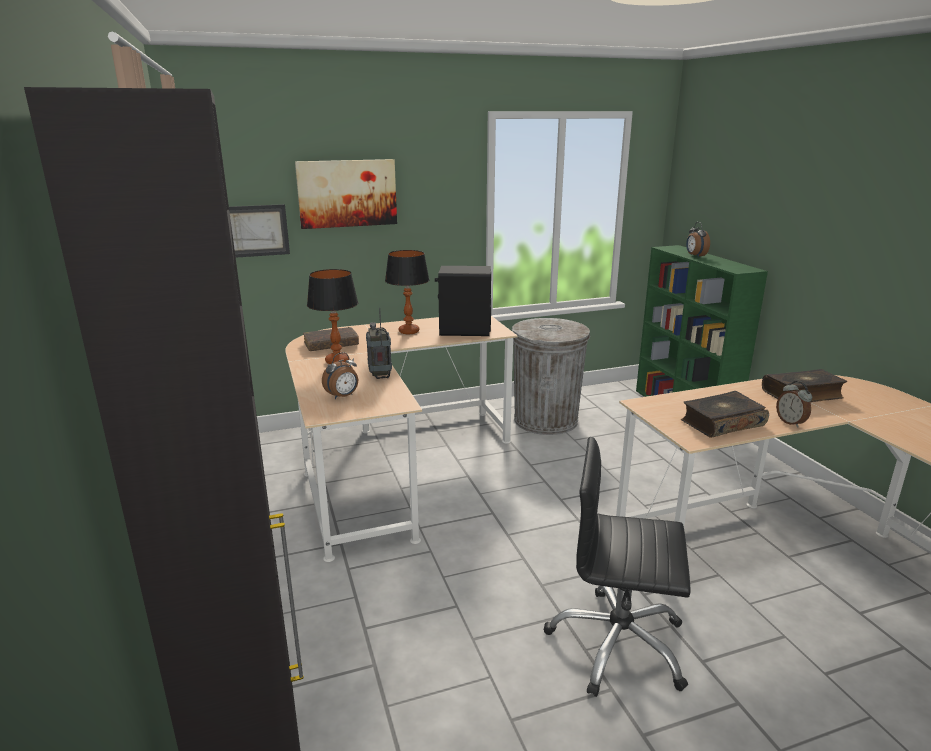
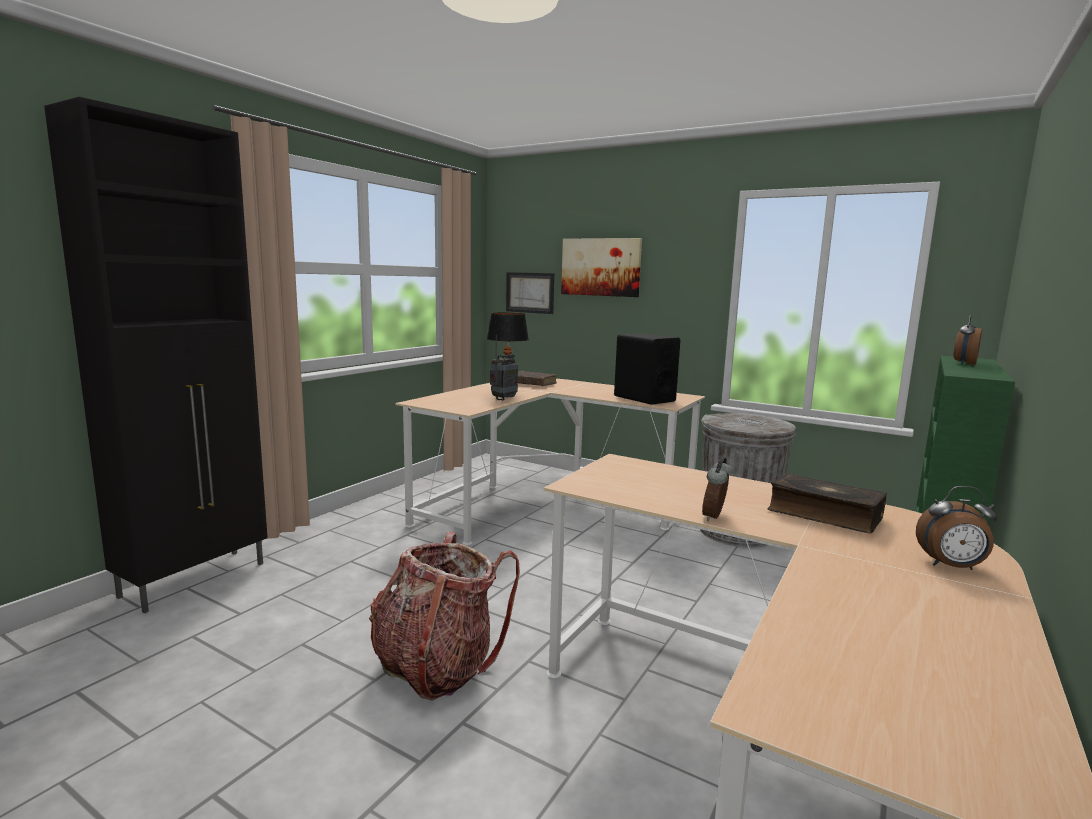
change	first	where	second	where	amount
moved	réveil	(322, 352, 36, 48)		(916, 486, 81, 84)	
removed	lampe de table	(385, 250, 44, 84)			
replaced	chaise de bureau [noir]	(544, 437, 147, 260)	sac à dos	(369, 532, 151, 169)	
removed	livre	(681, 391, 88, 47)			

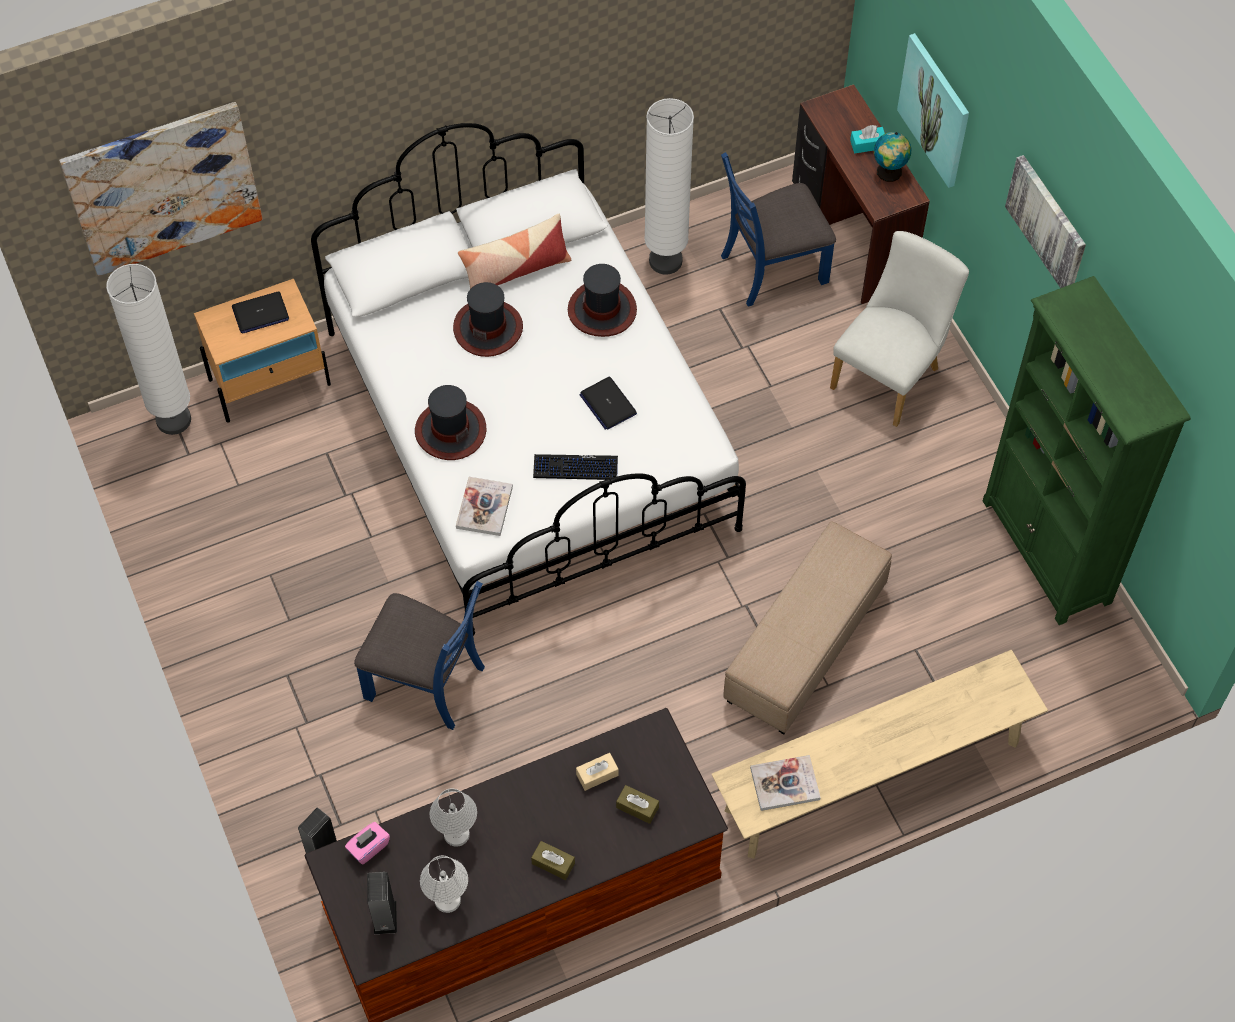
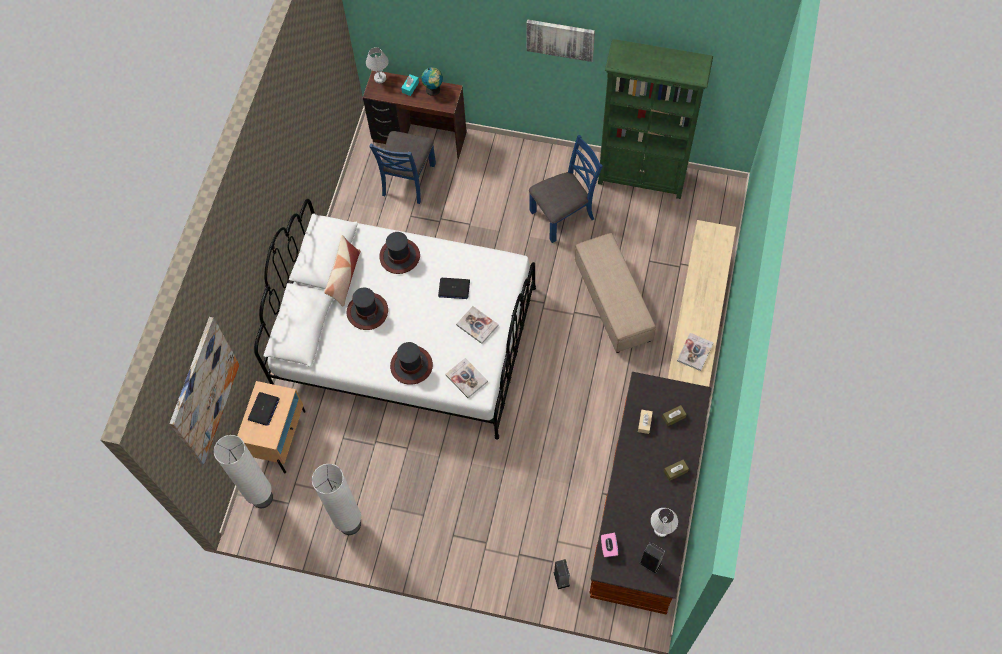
change	first	where	second	where	amount
moved	chaise [bleu]	(354, 581, 131, 149)		(529, 135, 74, 108)	
moved	lampe de table [blanc]	(430, 788, 47, 59)		(366, 47, 23, 36)	
replaced	clavier	(533, 454, 85, 26)	livre	(456, 306, 43, 38)	
moved	lampadaire [blanc]	(644, 98, 50, 177)		(312, 464, 49, 71)	
removed	chaise [blanc]	(830, 231, 139, 196)			
removed	tableau	(897, 33, 72, 155)			

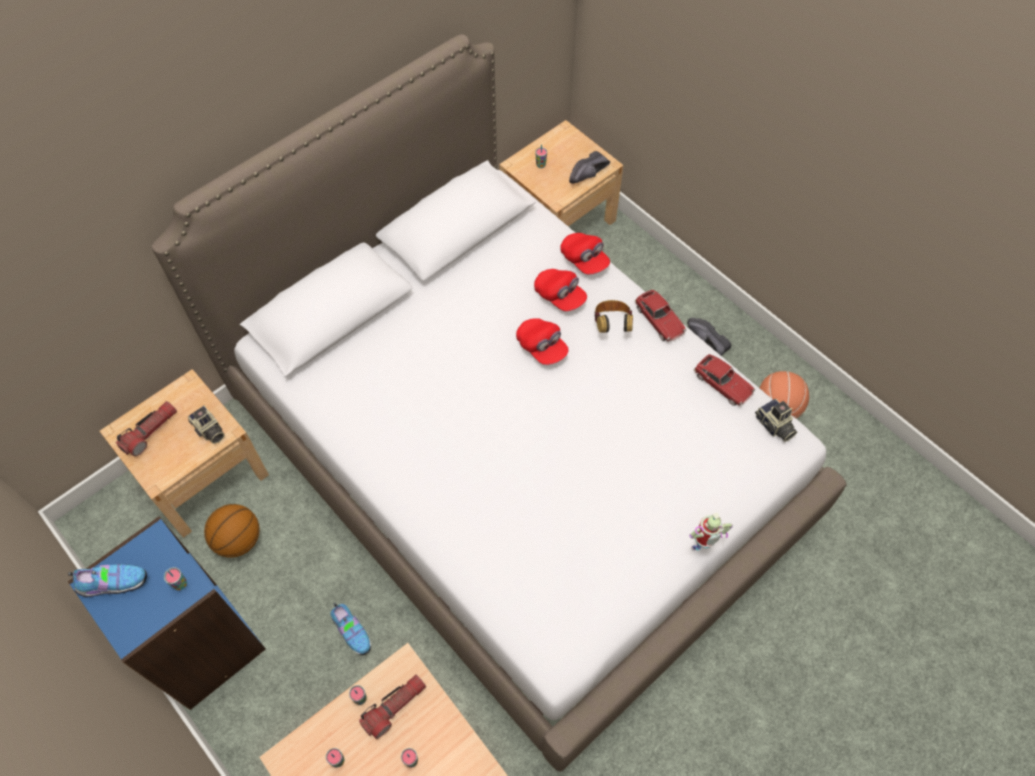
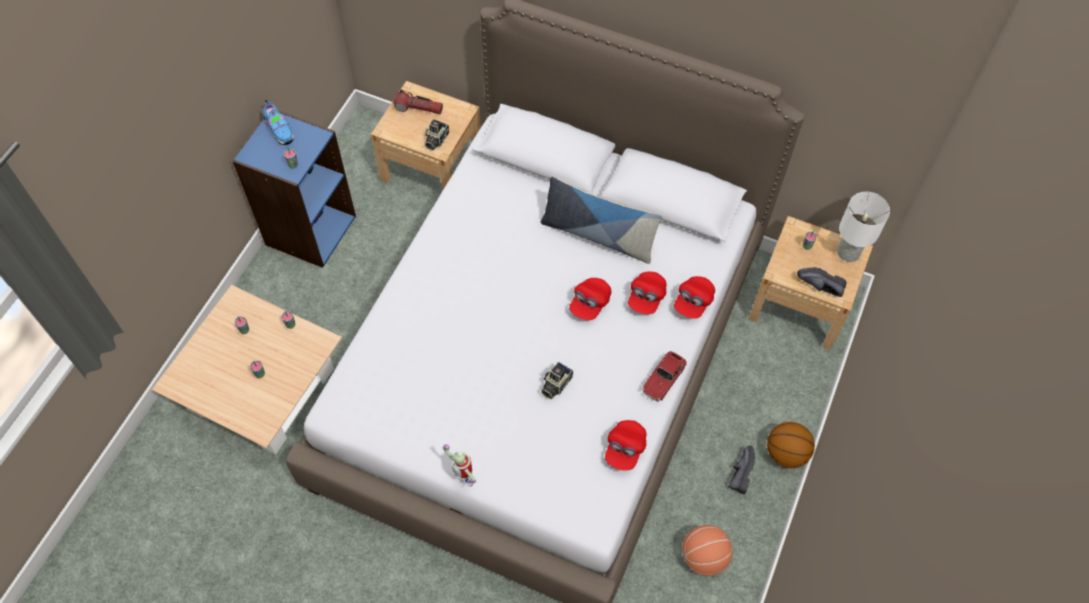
change	first	where	second	where	amount
moved	ballon de basket	(204, 504, 56, 54)		(767, 422, 48, 46)	
removed	chaussure	(331, 603, 40, 52)			
removed	lampe de poche	(359, 675, 67, 64)			
removed	casque audio	(594, 300, 39, 33)			
replaced	petite voiture	(694, 354, 61, 52)	casquette [rouge]	(605, 420, 42, 51)	
moved	appareil photo	(755, 399, 42, 43)		(541, 362, 32, 37)	
added			coussin	(541, 176, 121, 88)	
added			lampe de table [blanc]	(837, 192, 53, 70)	

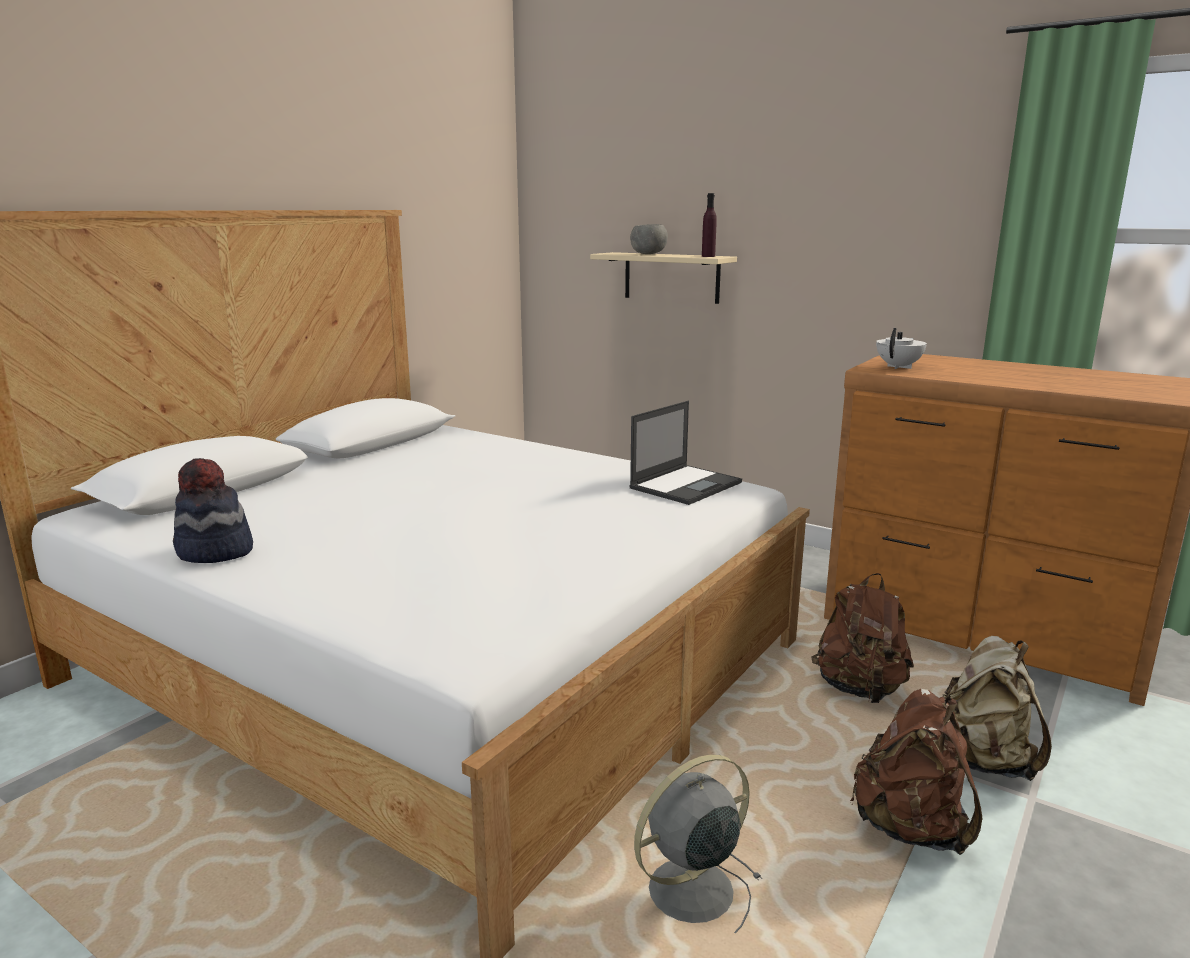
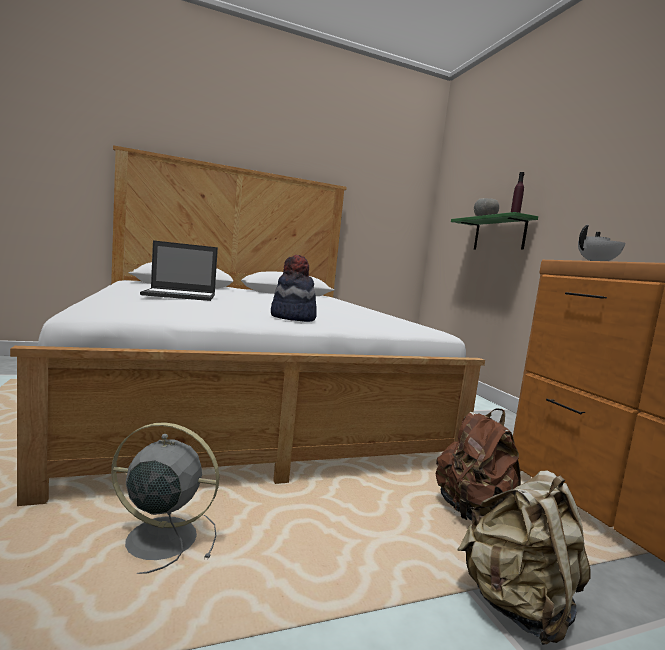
change	first	where	second	where	amount
moved	chapeau	(173, 458, 80, 105)		(271, 255, 46, 67)	
recoloured	étagère [beige]	(590, 252, 147, 52)	étagère [vert]	(451, 212, 87, 38)	
moved	ordinateur portable	(629, 401, 113, 104)		(140, 240, 78, 61)	
removed	sac à dos [marron]	(850, 689, 132, 166)			

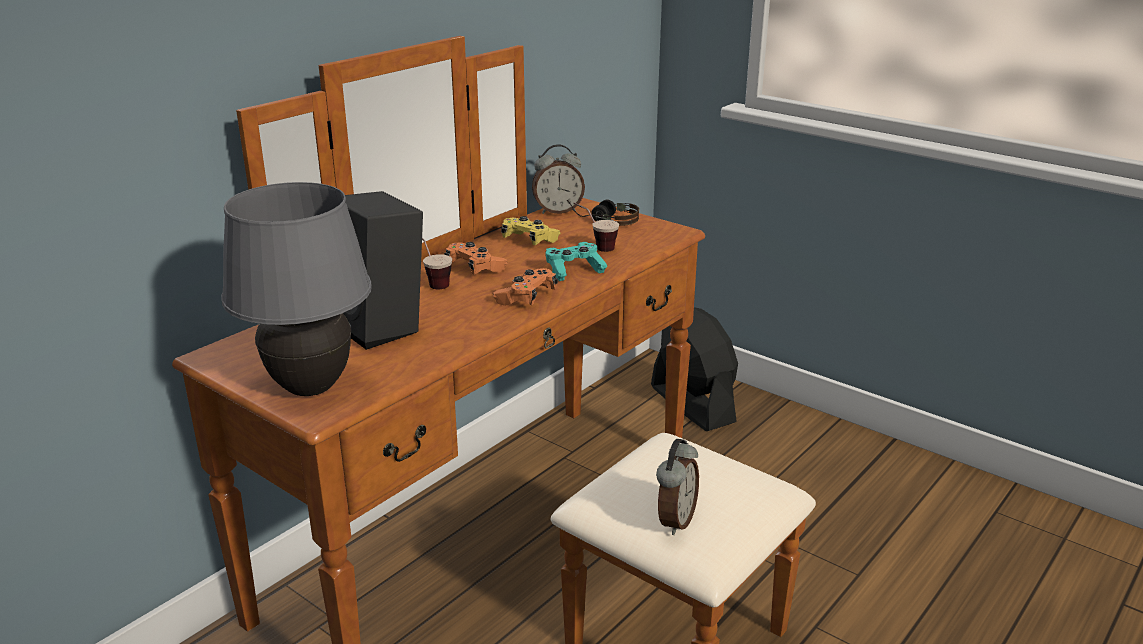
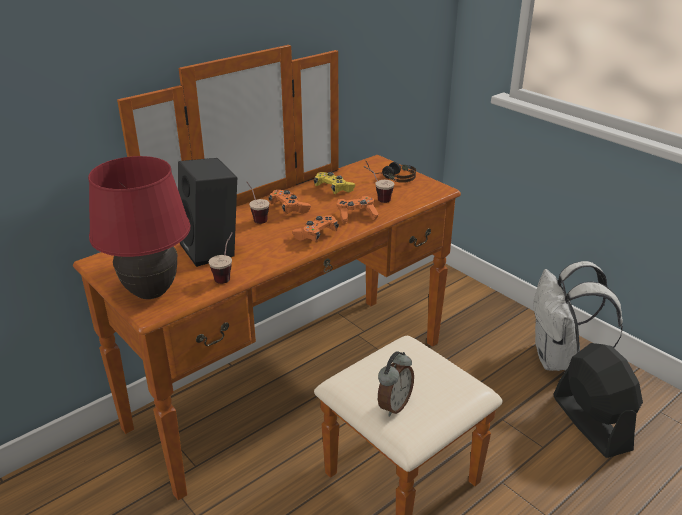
change	first	where	second	where	amount
recoloured	lampe de table [gris]	(221, 182, 151, 214)	lampe de table [rouge]	(88, 156, 102, 143)	
removed	réveil	(532, 144, 53, 70)			
recoloured	manette [turquoise]	(546, 242, 61, 39)	manette [orange]	(336, 196, 43, 28)	
moved	ventilateur [noir]	(651, 307, 87, 124)		(553, 343, 90, 115)	
added			tasse	(209, 233, 24, 51)	
added			sac à dos [blanc]	(533, 261, 90, 110)	

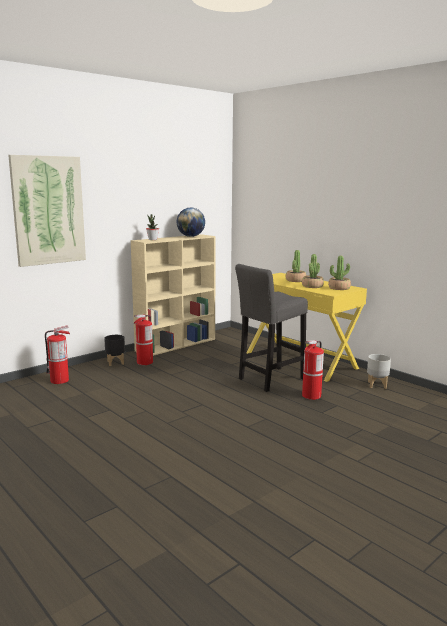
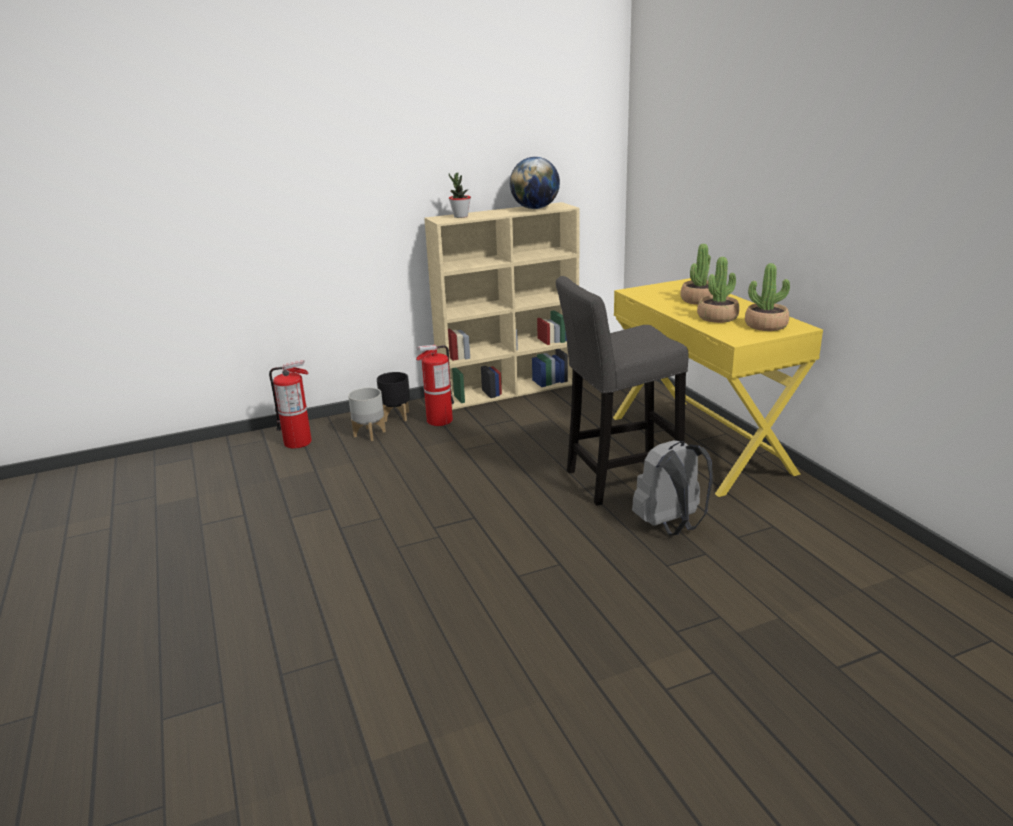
change	first	where	second	where	amount
removed	tableau	(8, 155, 78, 112)			
replaced	extincteur	(302, 340, 22, 60)	sac à dos [gris]	(632, 440, 81, 95)	
moved	cache-pot [gris]	(367, 354, 24, 35)		(348, 387, 38, 54)	

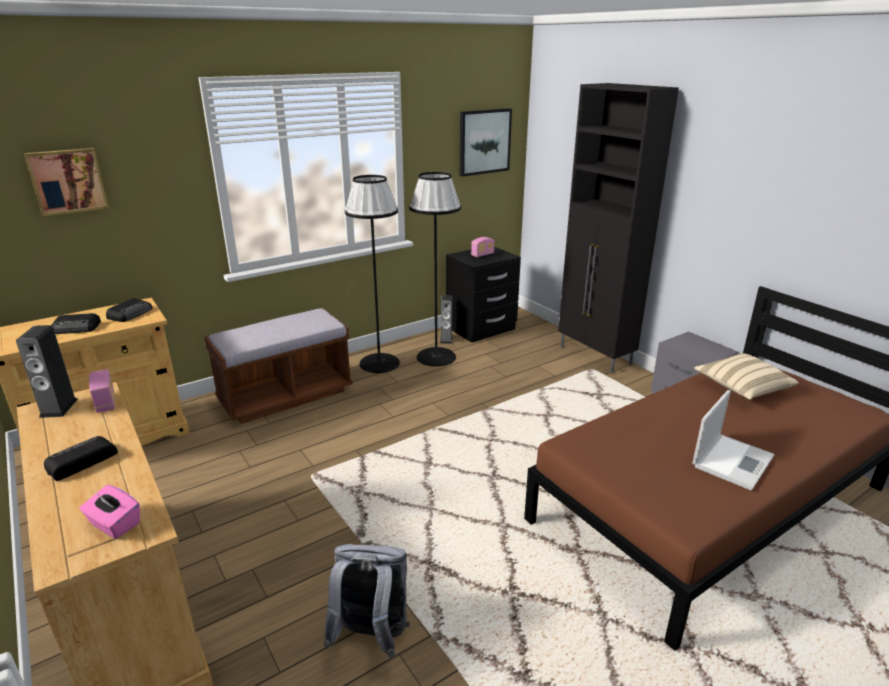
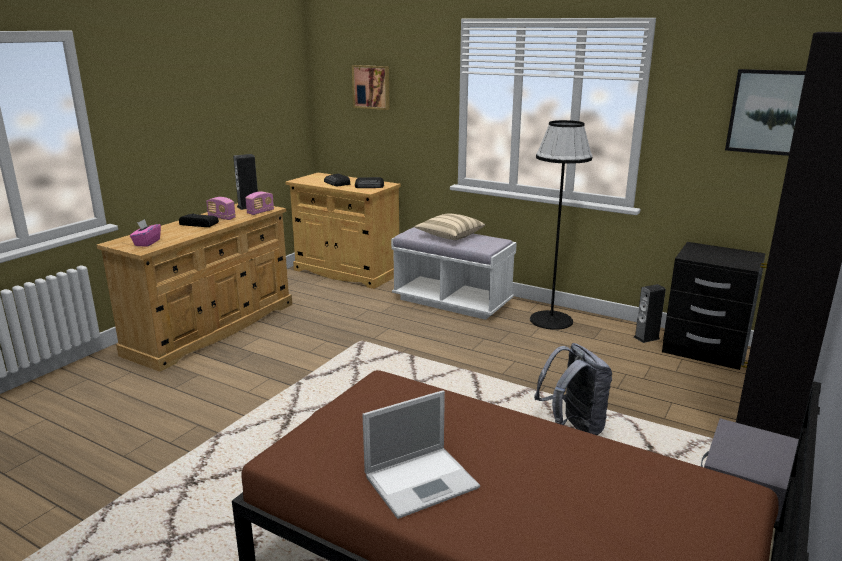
change	first	where	second	where	amount
recoloured	banc [marron]	(204, 308, 149, 116)	banc [blanc]	(391, 227, 126, 93)	
moved	sac à dos [gris]	(324, 544, 86, 114)		(534, 343, 78, 92)	
removed	lampadaire [noir]	(409, 172, 52, 195)			
moved	radio	(471, 237, 23, 20)		(206, 197, 30, 23)	
turned	ordinateur portable	(692, 390, 83, 100)		(362, 390, 118, 129)	45 degrees counterclockwise
moved	coussin [beige]	(694, 353, 105, 47)		(414, 214, 71, 26)	

